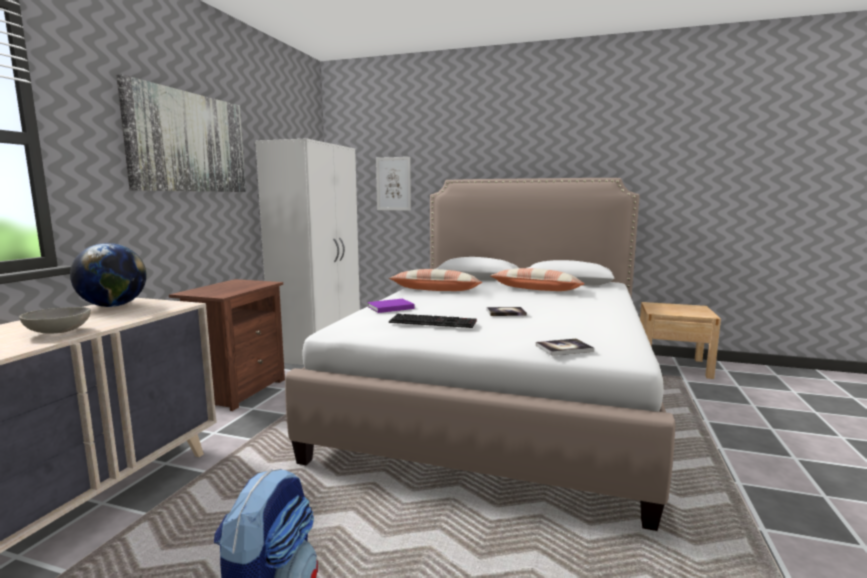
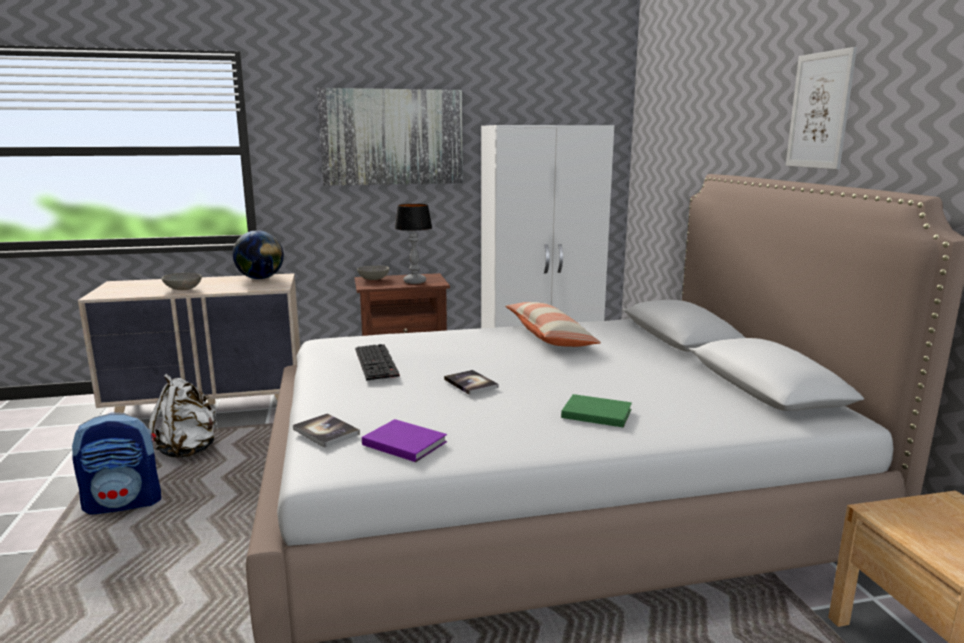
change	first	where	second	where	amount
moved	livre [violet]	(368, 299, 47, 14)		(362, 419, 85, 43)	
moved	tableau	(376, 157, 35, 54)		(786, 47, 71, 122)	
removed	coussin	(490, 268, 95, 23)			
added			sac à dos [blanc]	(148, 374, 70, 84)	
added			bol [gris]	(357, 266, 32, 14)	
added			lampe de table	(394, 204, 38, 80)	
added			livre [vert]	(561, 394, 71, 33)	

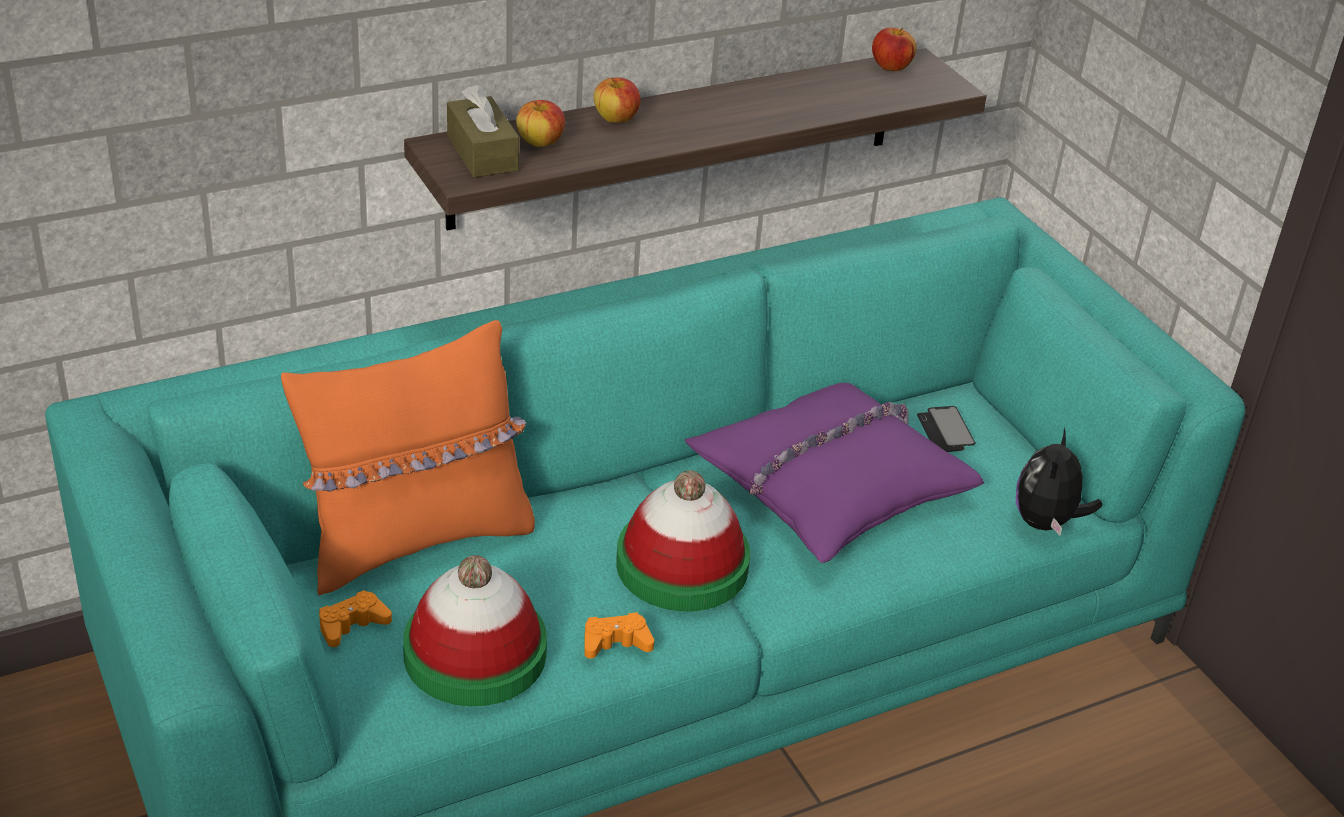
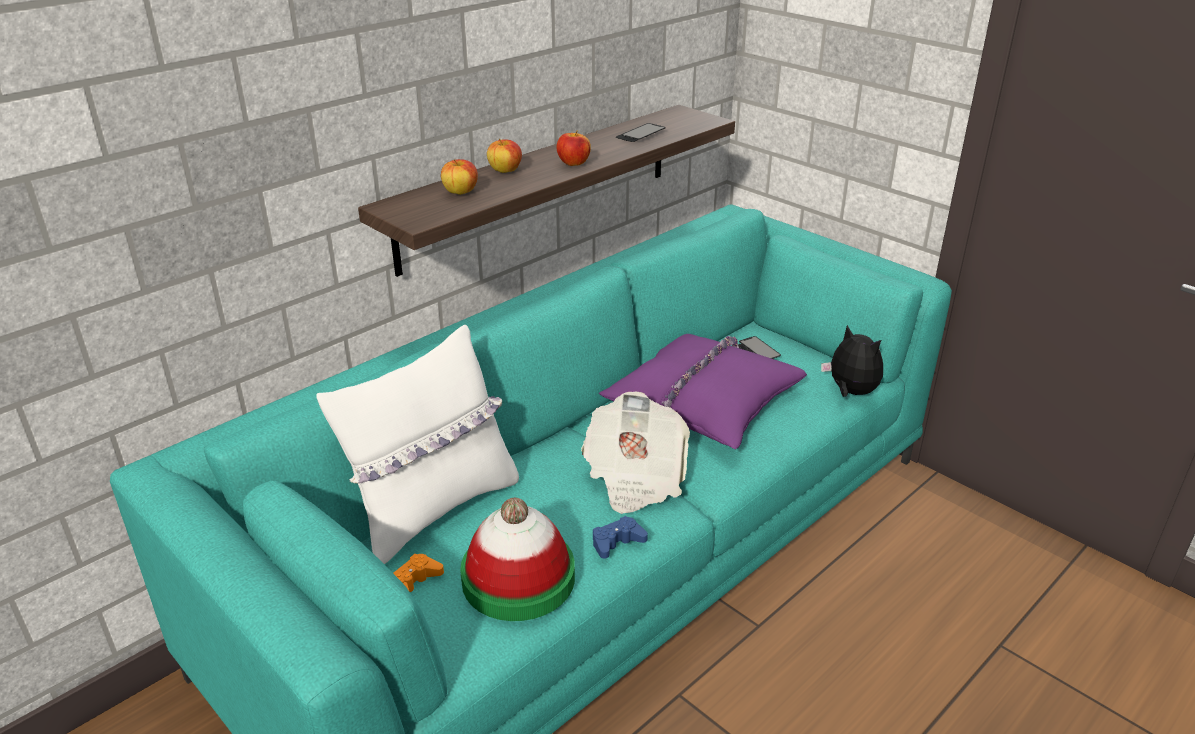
change	first	where	second	where	amount
recoloured	coussin [orange]	(281, 320, 254, 276)	coussin [blanc]	(317, 325, 202, 239)	
removed	boîte à mouchoirs [marron]	(447, 84, 72, 94)			
recoloured	manette [orange]	(584, 612, 70, 47)	manette [bleu]	(593, 516, 55, 43)	
replaced	chapeau	(616, 470, 134, 142)	journal	(581, 391, 109, 123)	
moved	pomme	(872, 27, 45, 44)		(557, 131, 34, 35)	
turned	peluche	(1016, 428, 86, 108)		(821, 325, 62, 72)	135 degrees clockwise
added			téléphone	(616, 123, 50, 19)	

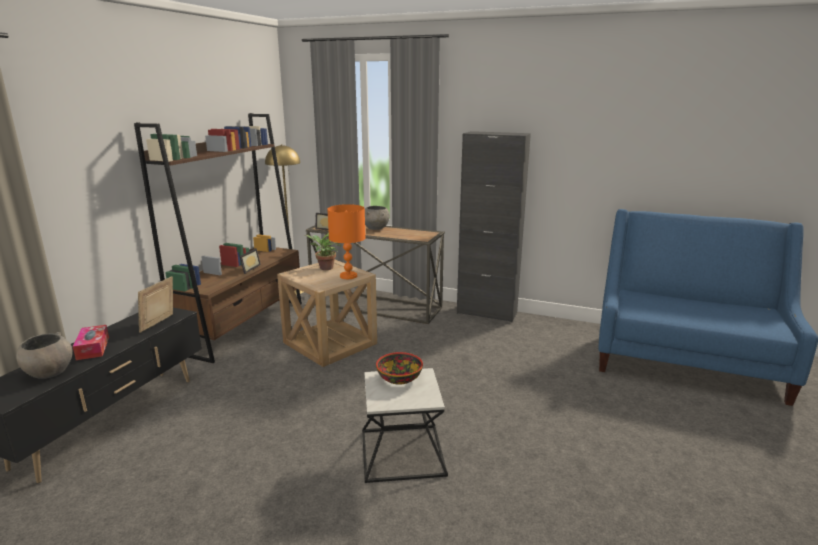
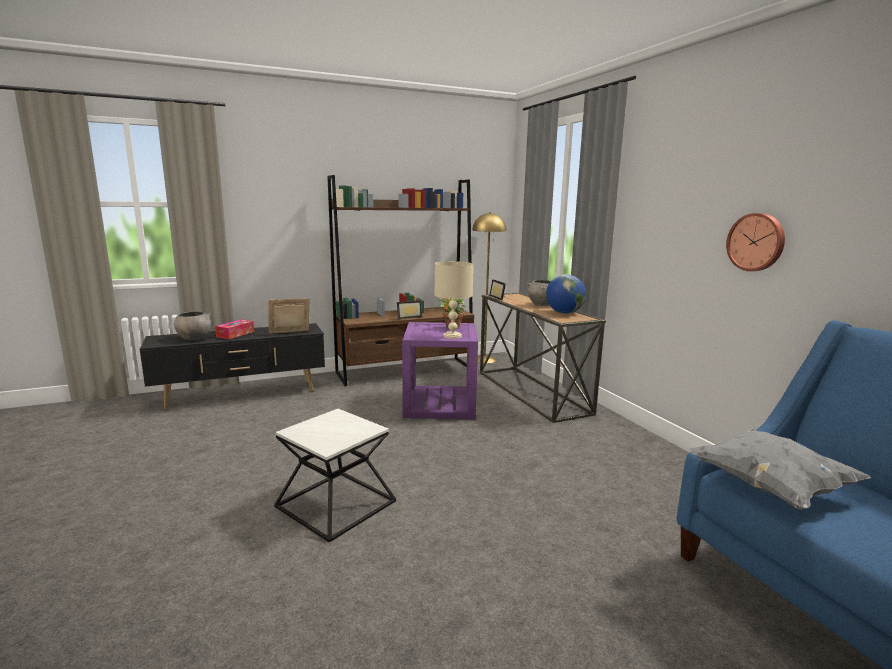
change	first	where	second	where	amount
recoloured	table d'appoint [beige]	(277, 260, 100, 107)	table d'appoint [violet]	(402, 322, 76, 97)	
recoloured	lampe de table [orange]	(328, 204, 38, 75)	lampe de table [beige]	(435, 261, 38, 78)	
removed	bol	(376, 352, 47, 33)			
removed	meuble de rangement [noir]	(457, 131, 74, 191)			
added			globe	(546, 274, 40, 40)	
added			coussin [gris]	(688, 429, 183, 81)	
added			horloge murale	(726, 213, 59, 58)	

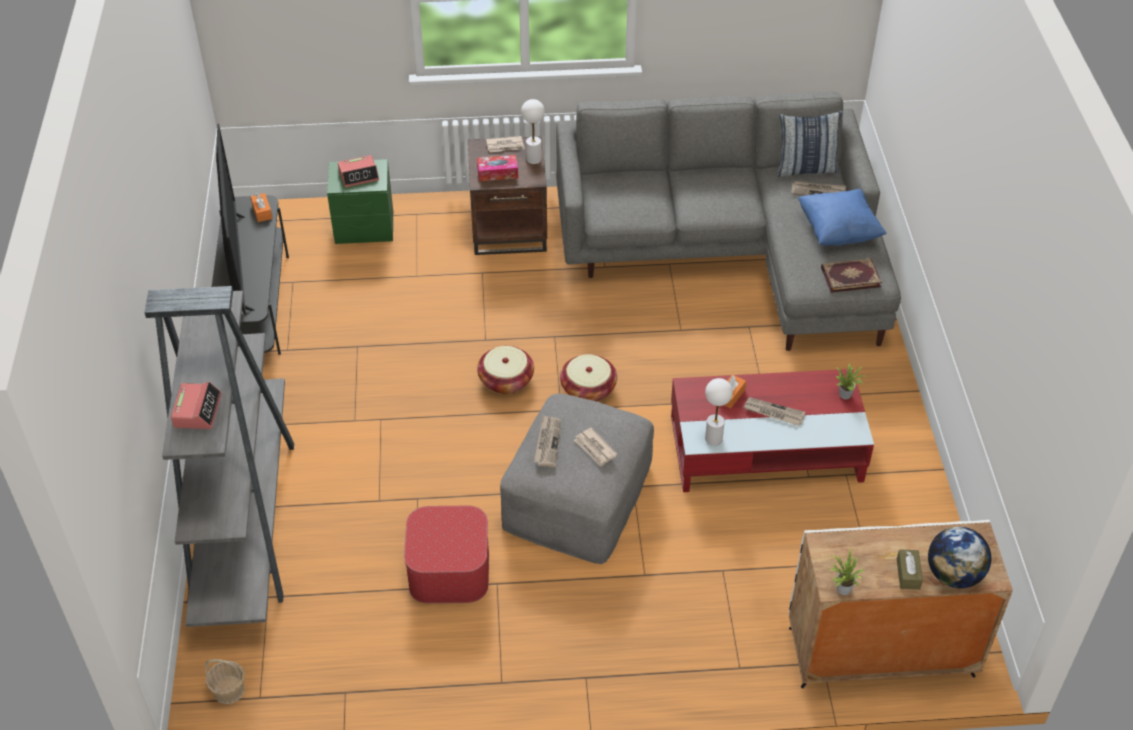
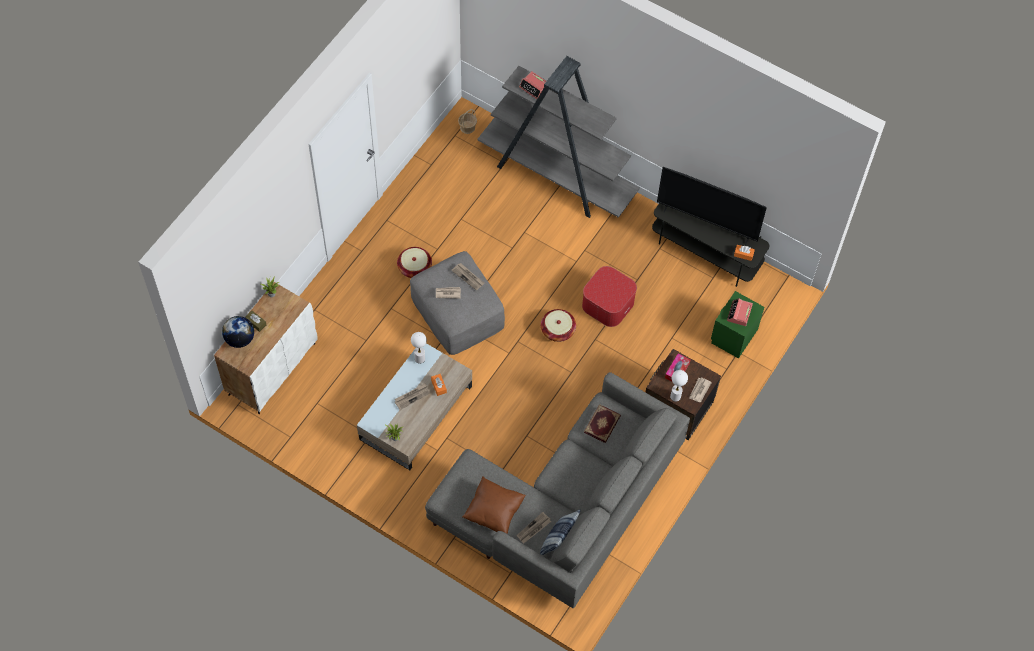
change	first	where	second	where	amount
moved	pouf	(404, 506, 85, 98)		(582, 266, 55, 61)	
moved	panier	(560, 354, 57, 47)		(397, 247, 35, 31)	
recoloured	table basse [rouge]	(671, 369, 203, 123)	table basse [beige]	(357, 343, 115, 127)	
recoloured	coussin [bleu]	(798, 189, 89, 57)	coussin [marron]	(462, 476, 64, 58)	
moved	livre	(821, 259, 61, 34)		(584, 404, 37, 39)	

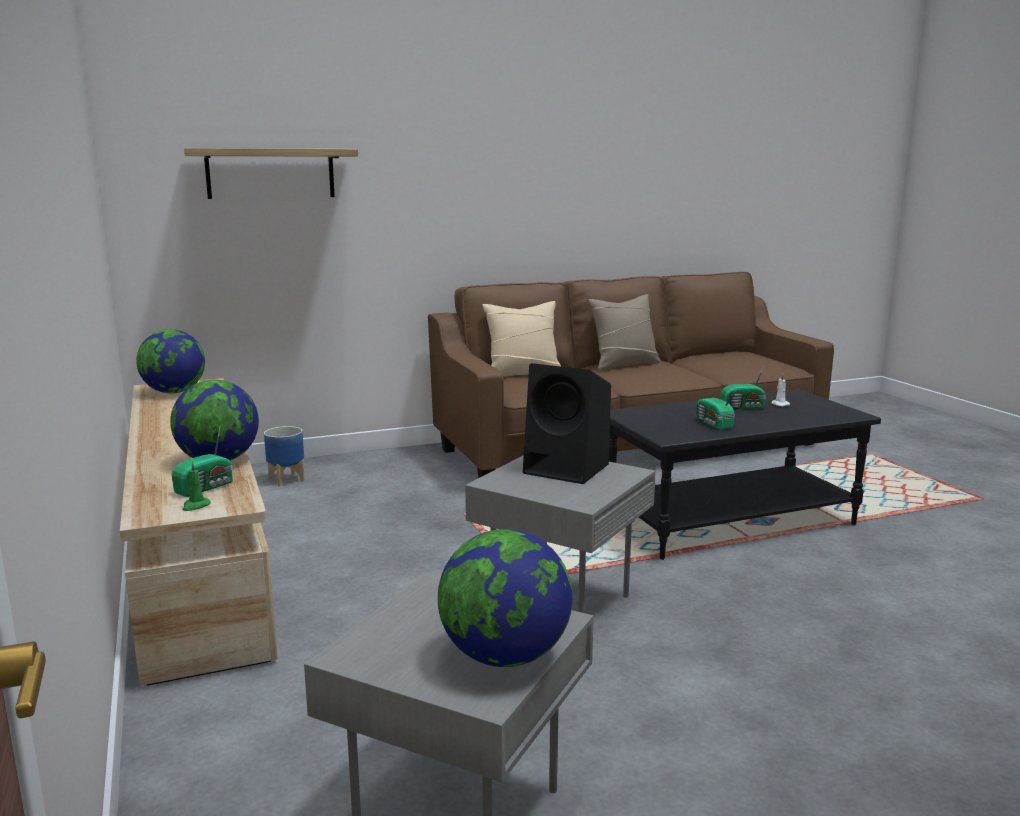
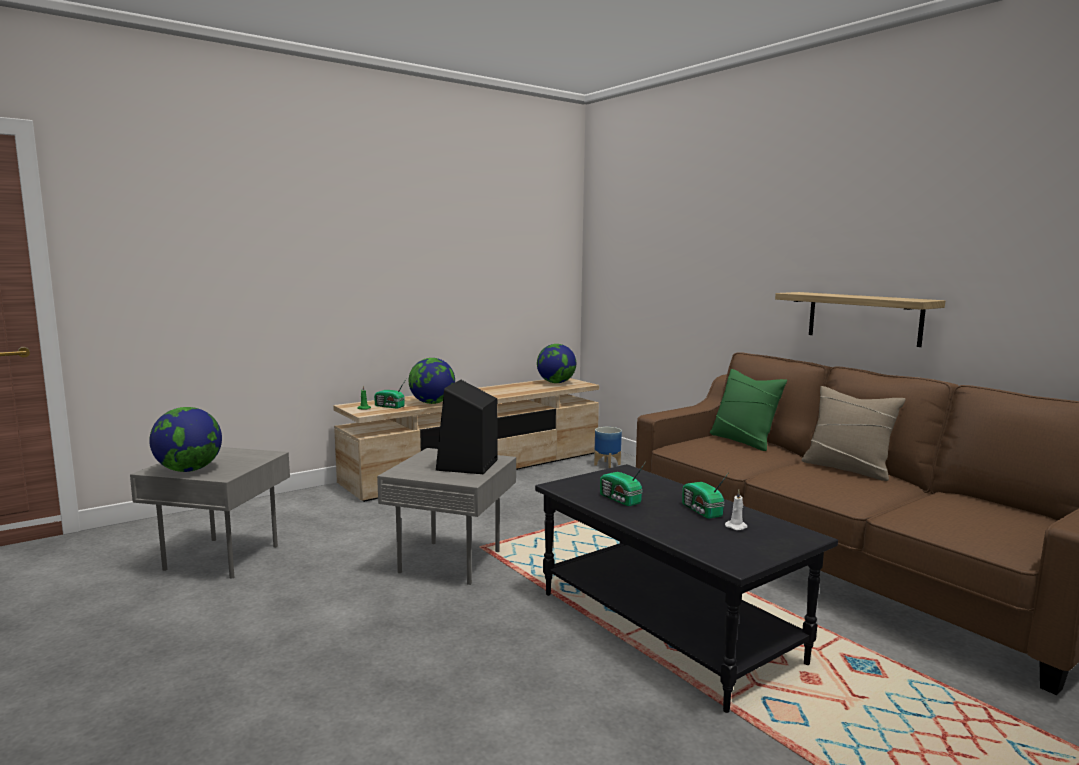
change	first	where	second	where	amount
moved	étagère	(184, 148, 174, 51)		(775, 292, 170, 55)	
recoloured	coussin [beige]	(483, 301, 78, 76)	coussin [vert]	(710, 369, 77, 82)	
turned	radio	(696, 387, 43, 43)		(600, 462, 46, 44)	90 degrees counterclockwise

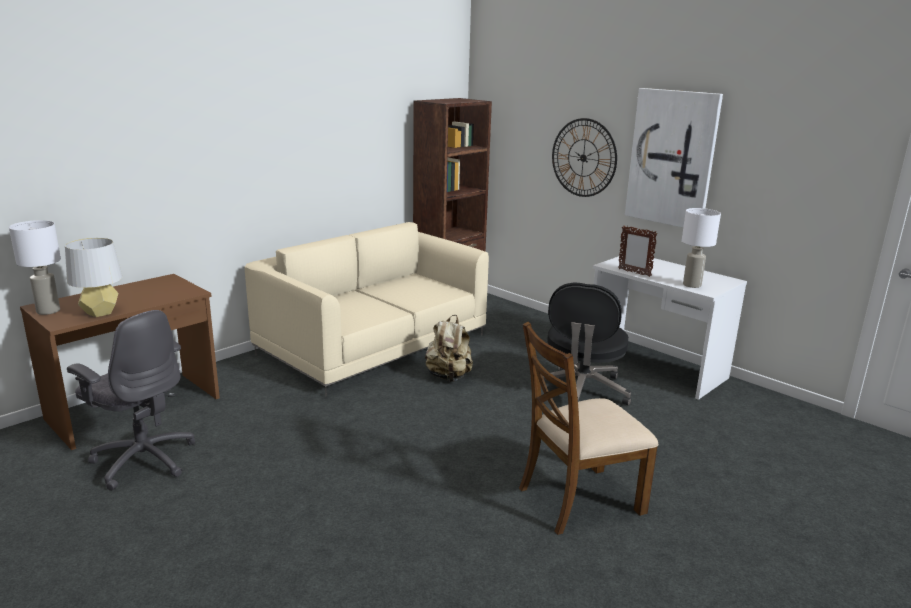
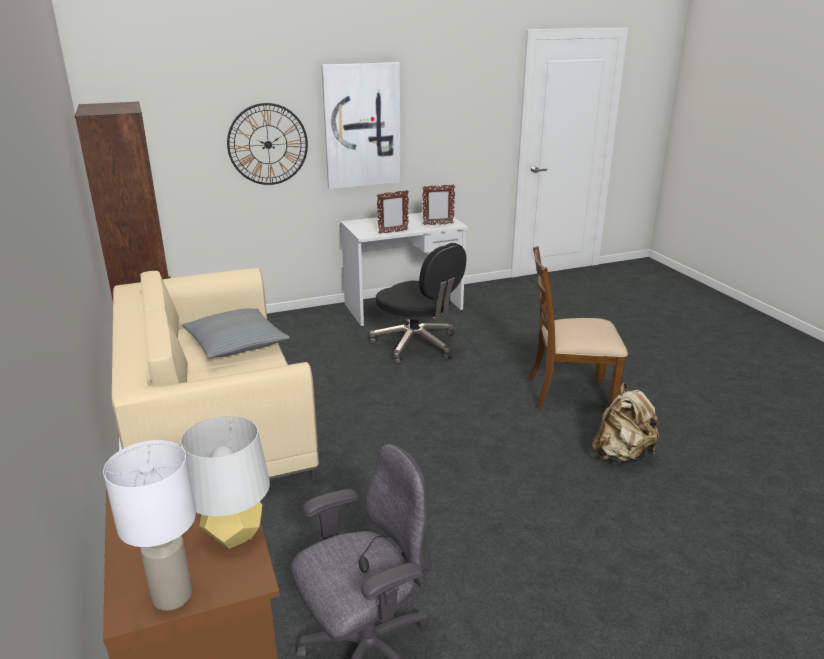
change	first	where	second	where	amount
moved	sac à dos [beige]	(425, 315, 48, 67)		(592, 383, 69, 81)	
turned	chaise [marron]	(519, 322, 140, 213)		(528, 246, 100, 163)	90 degrees clockwise
replaced	lampe de table [blanc]	(682, 208, 39, 80)	cadre photo	(422, 184, 33, 41)	
added			coussin [gris]	(182, 308, 108, 50)	

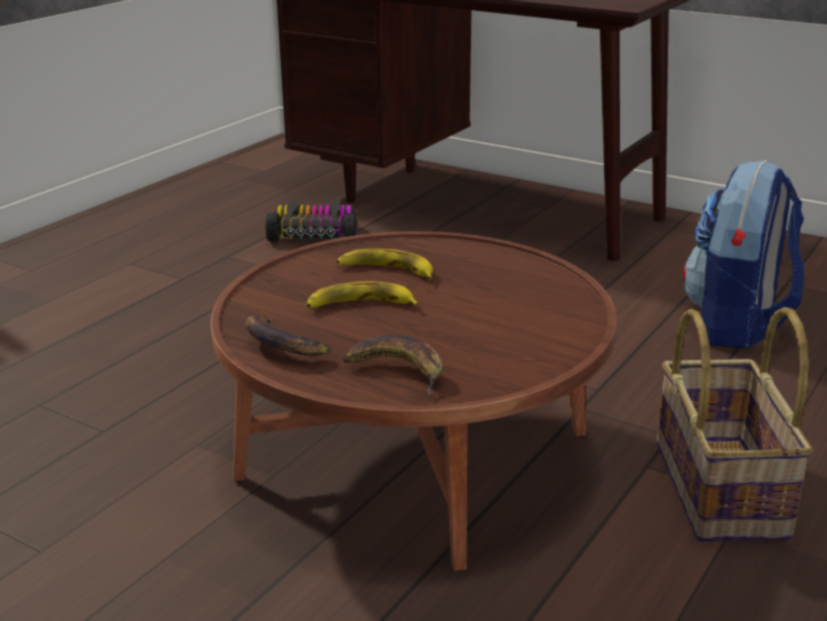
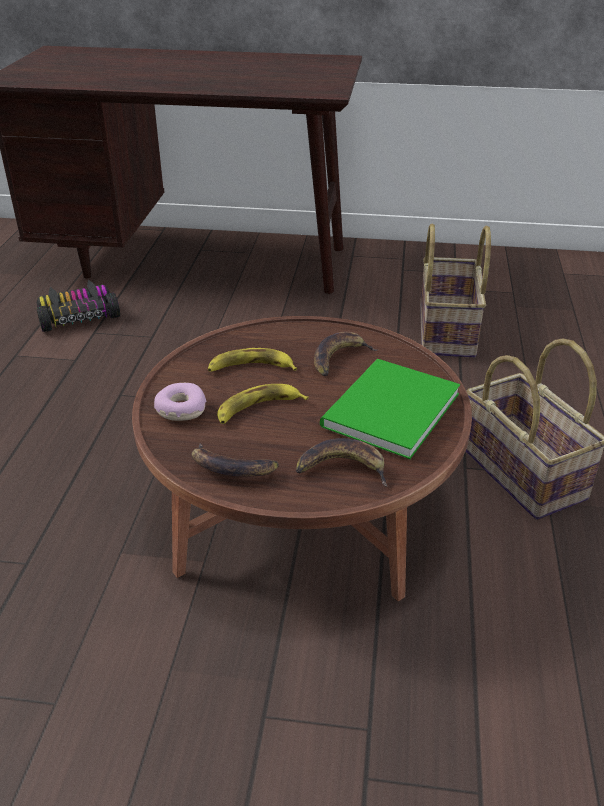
change	first	where	second	where	amount
replaced	sac à dos	(683, 160, 121, 189)	panier	(420, 224, 71, 134)	
added			beignet	(154, 383, 52, 38)	
added			banane	(314, 332, 63, 44)	
added			livre [vert]	(320, 359, 140, 100)	

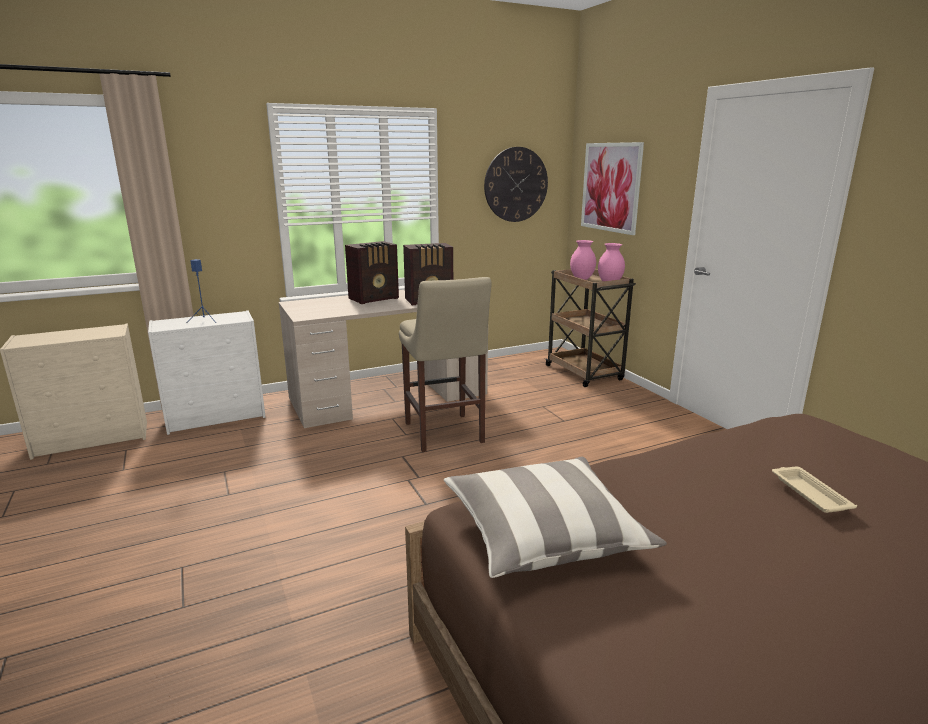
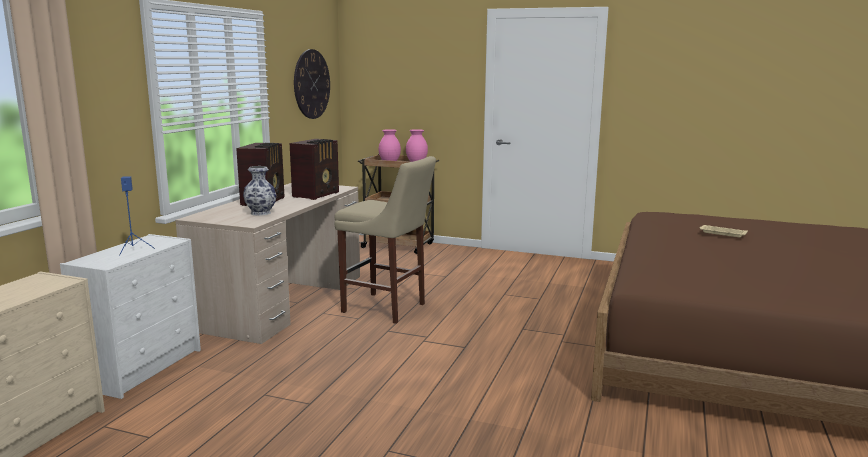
change	first	where	second	where	amount
removed	coussin	(444, 457, 223, 121)			
removed	tableau	(581, 142, 63, 93)			
added			vase	(243, 166, 33, 50)	

